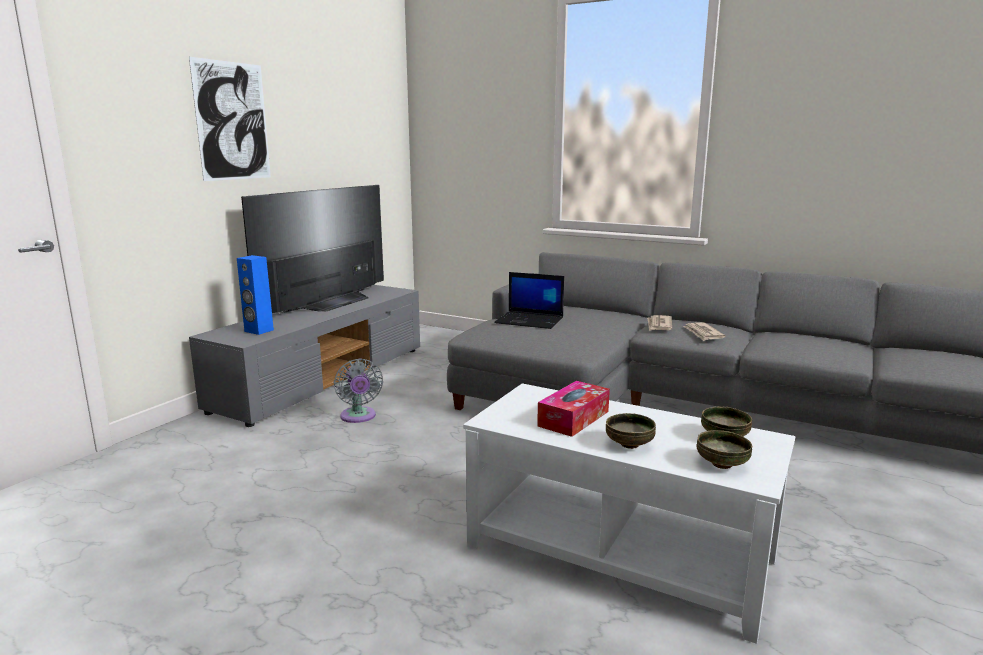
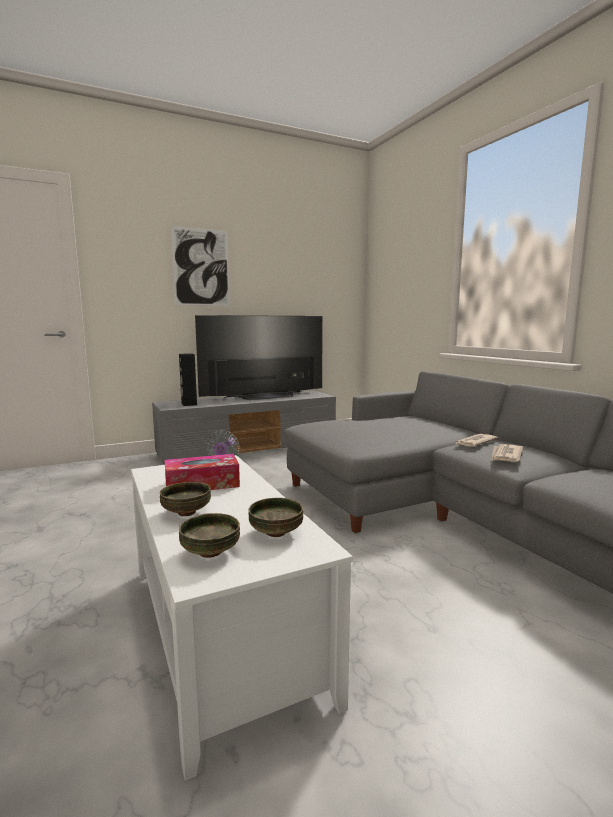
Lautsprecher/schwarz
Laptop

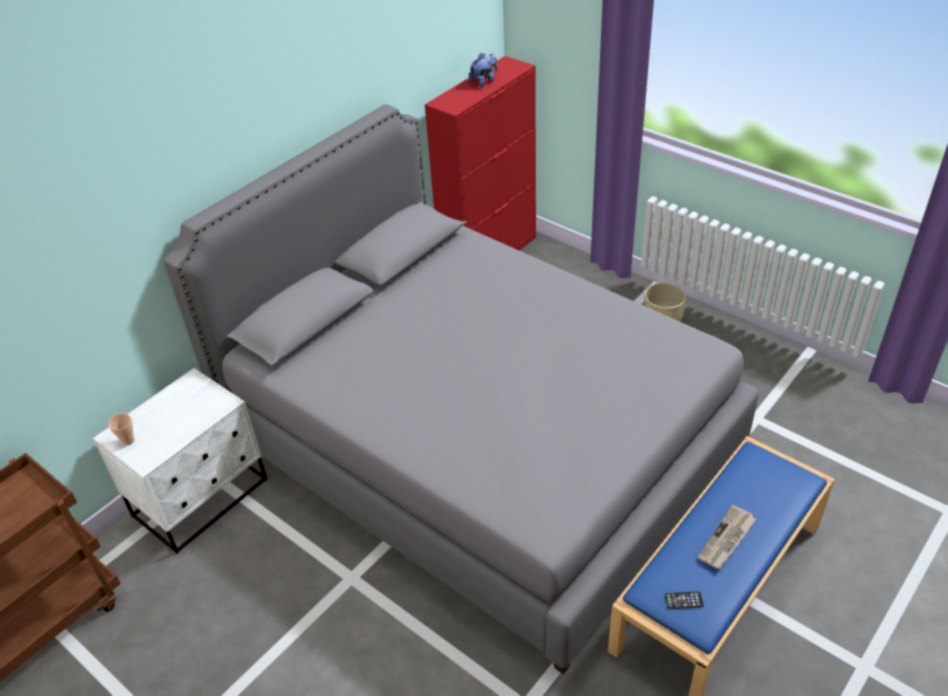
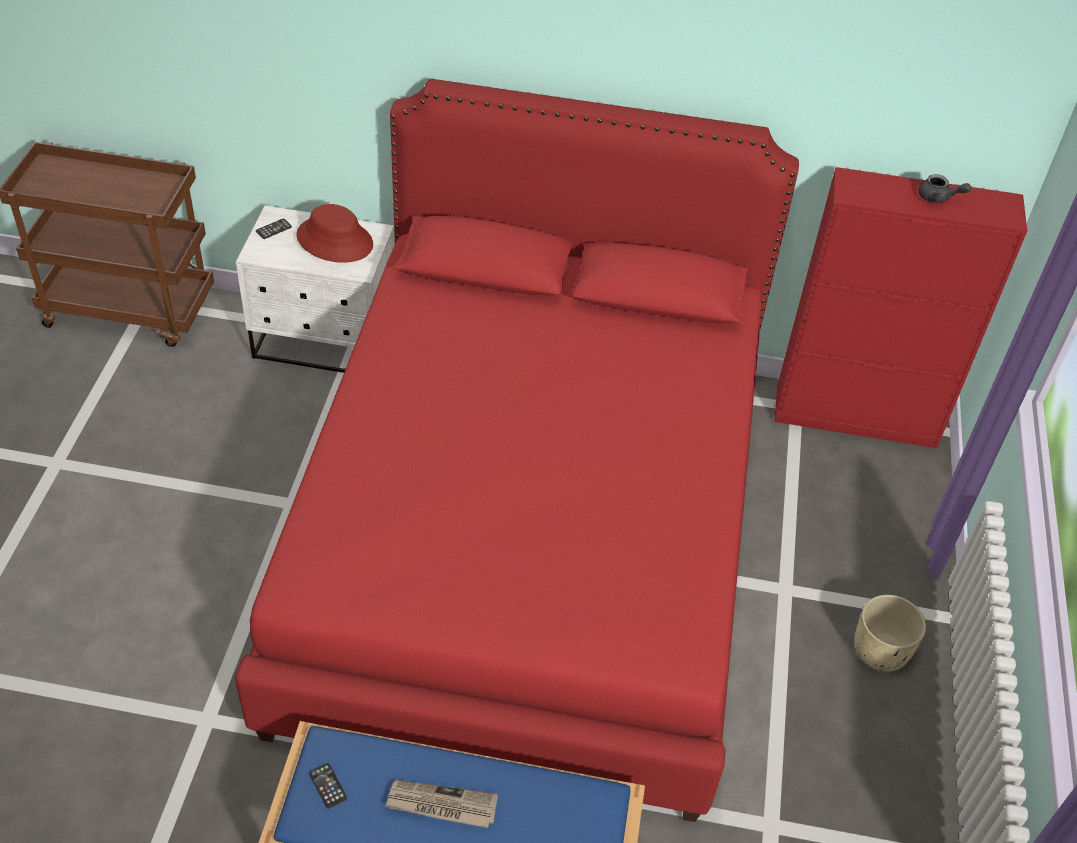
Teekanne/grau
Bett/rot
Handy (no. 1 from left)
Hut/rot

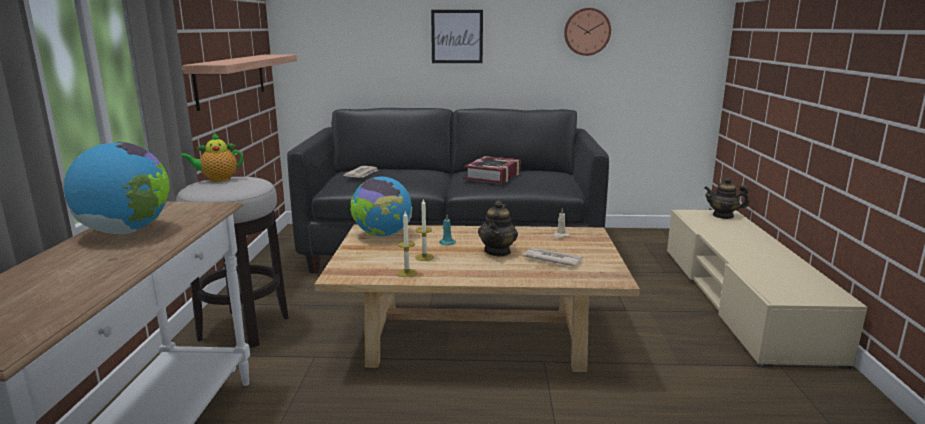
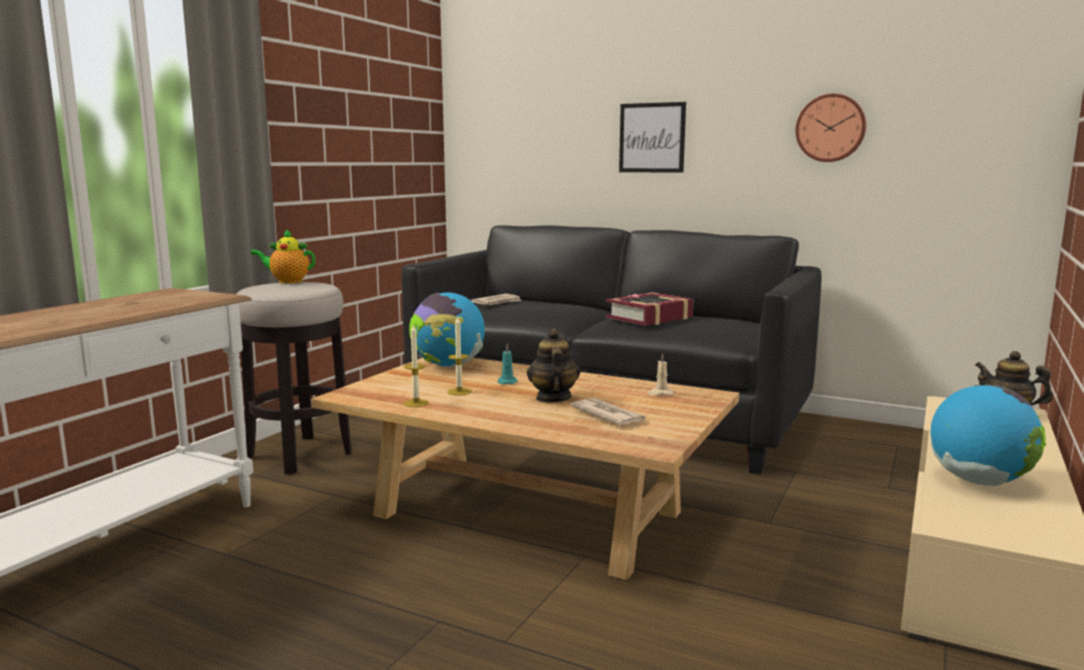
Wandregal
Globus (no. 2 from left)
Teekanne (no. 2 from left)

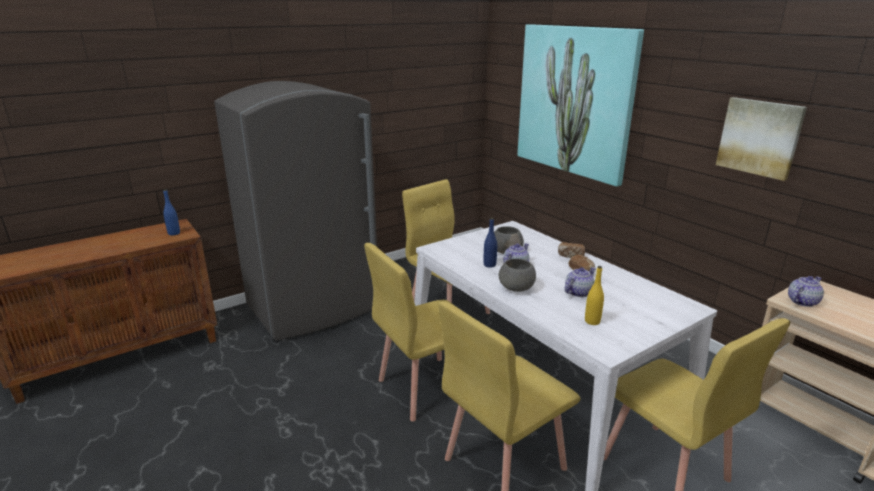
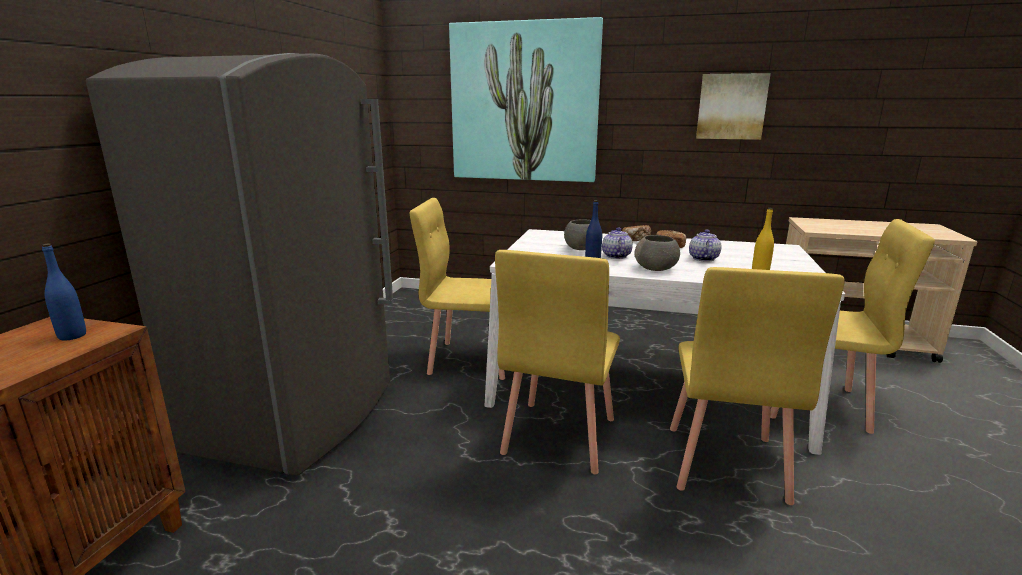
Teekanne (no. 3 from left in the first image)

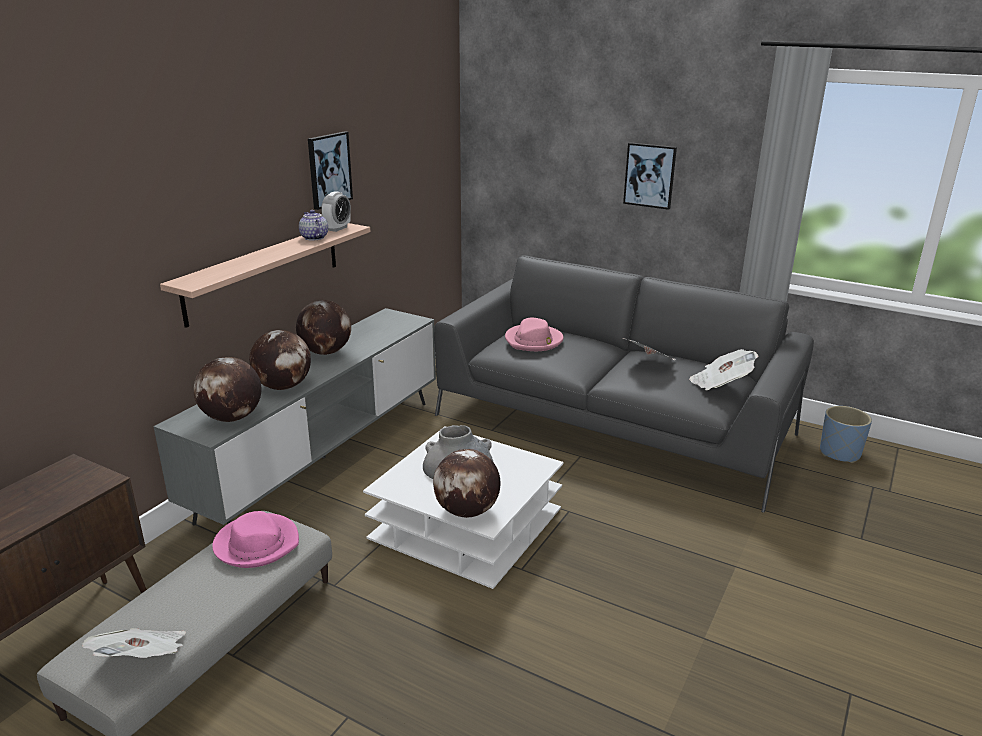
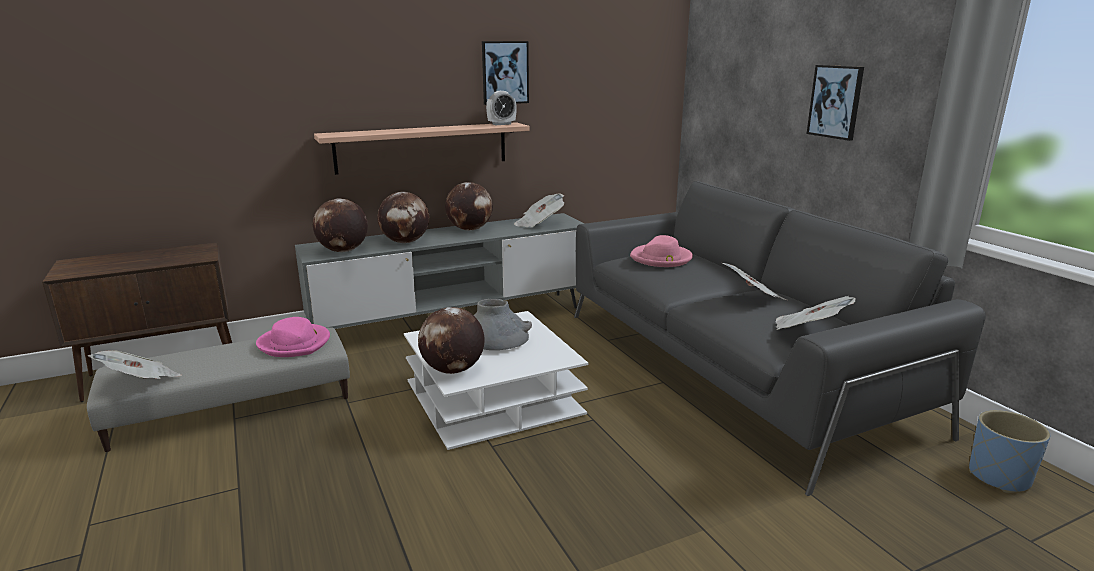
Teekanne
Zeitung (no. 2 from left)

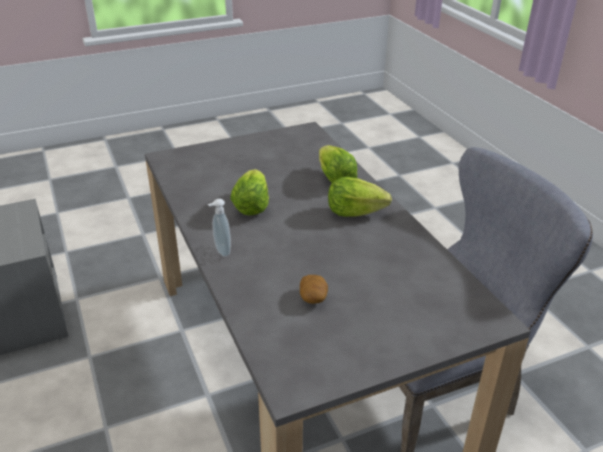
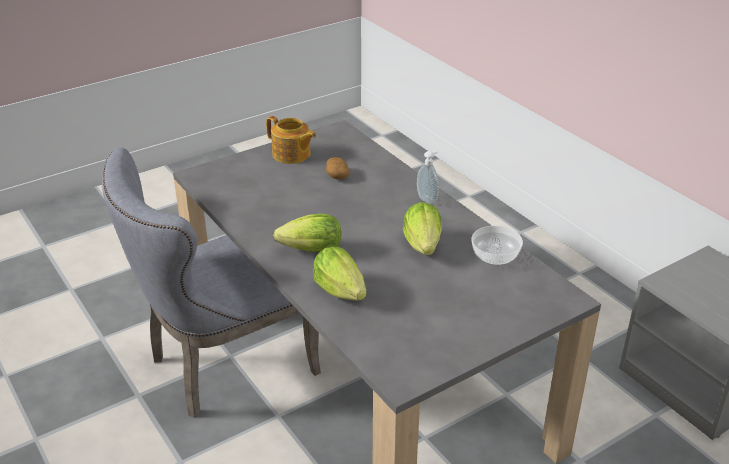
Teekanne
Schüssel

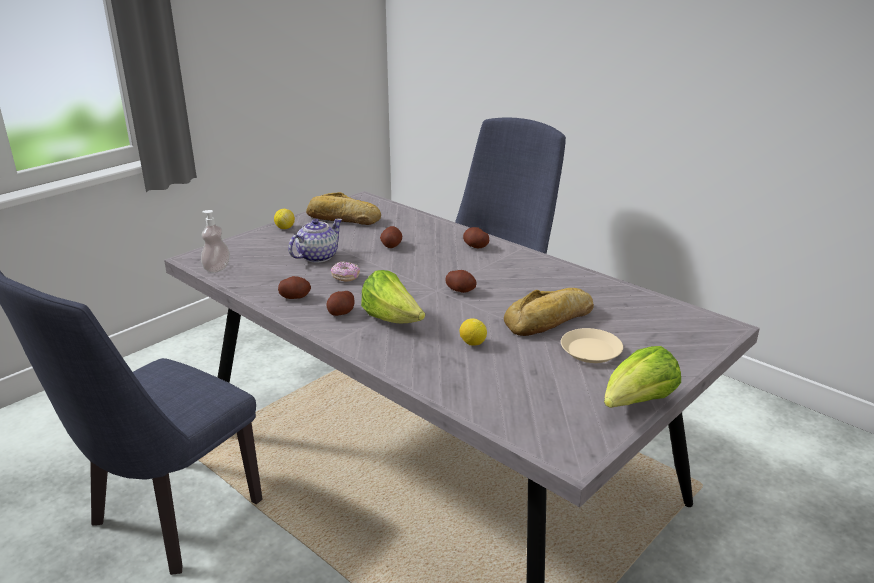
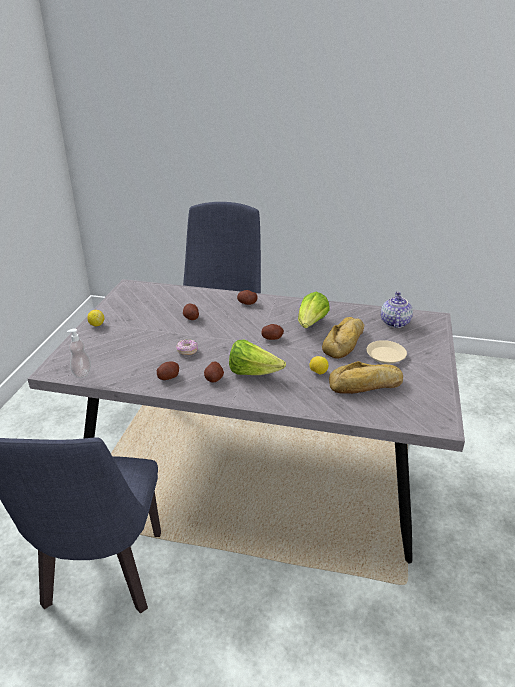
Brot (no. 2 from left)
Teekanne
Salatkopf (no. 2 from left)

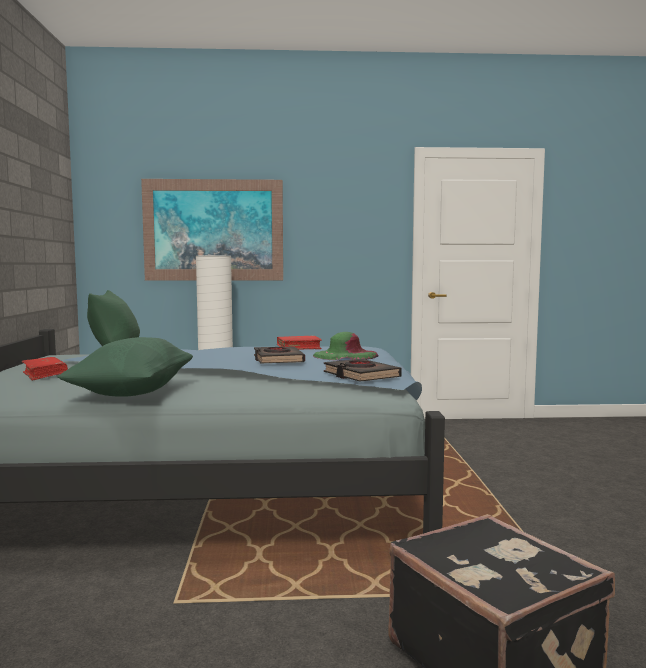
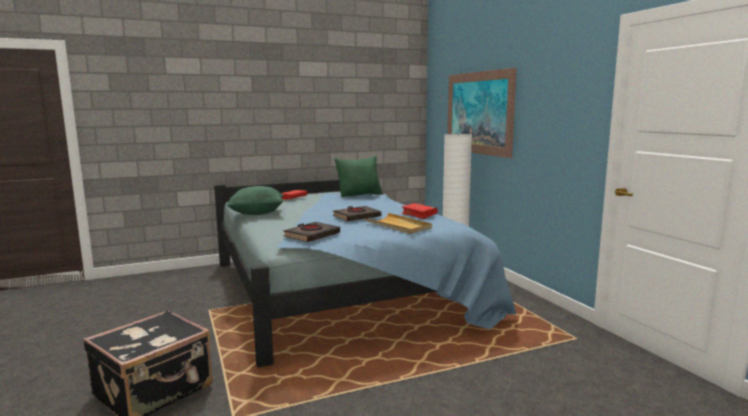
Tablett/beige

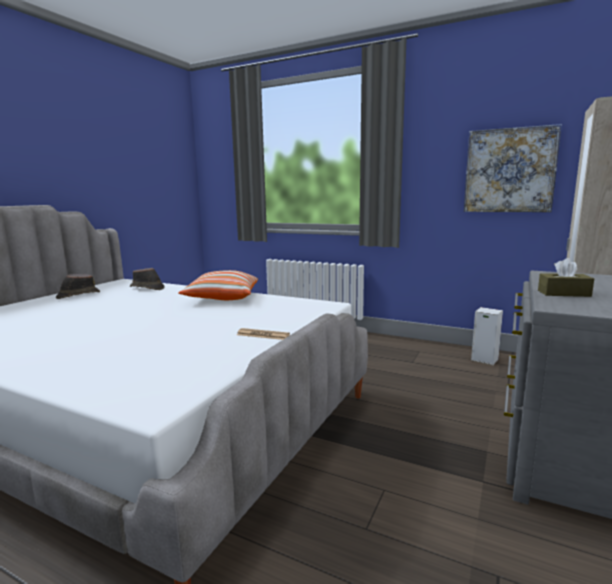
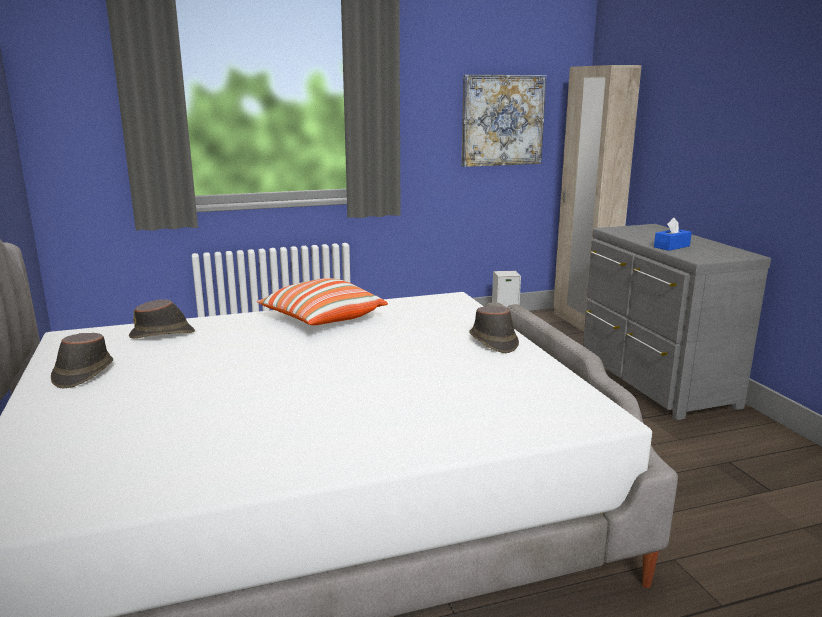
Taschentuchbox/blau
Hut/braun (no. 3 from left)

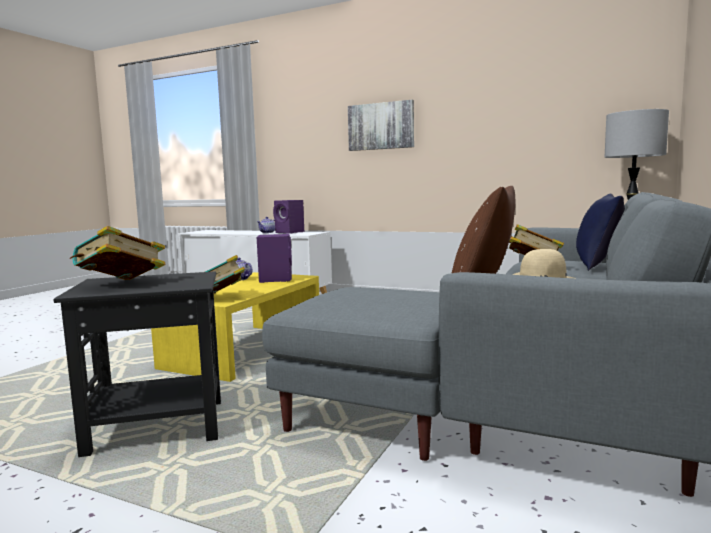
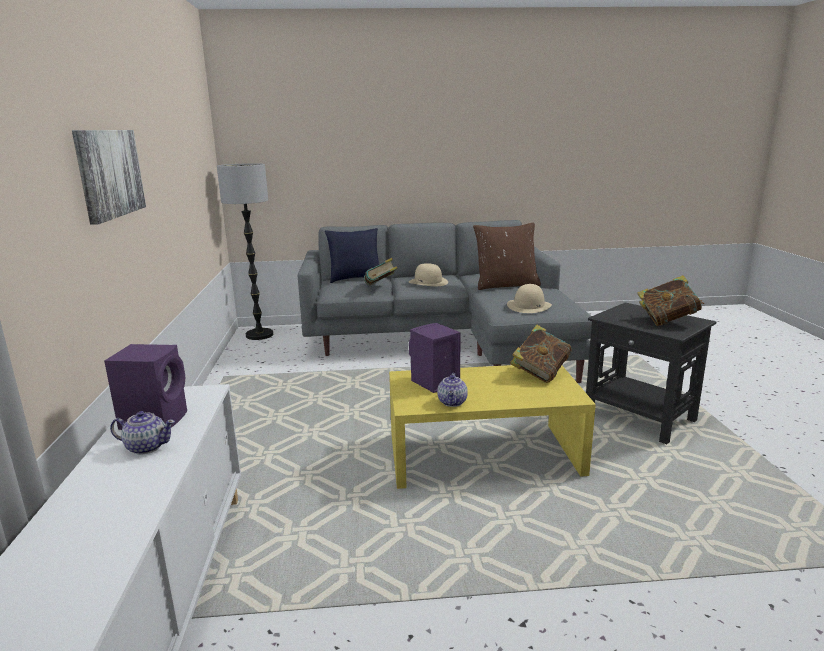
Hut/beige (no. 2 from left)

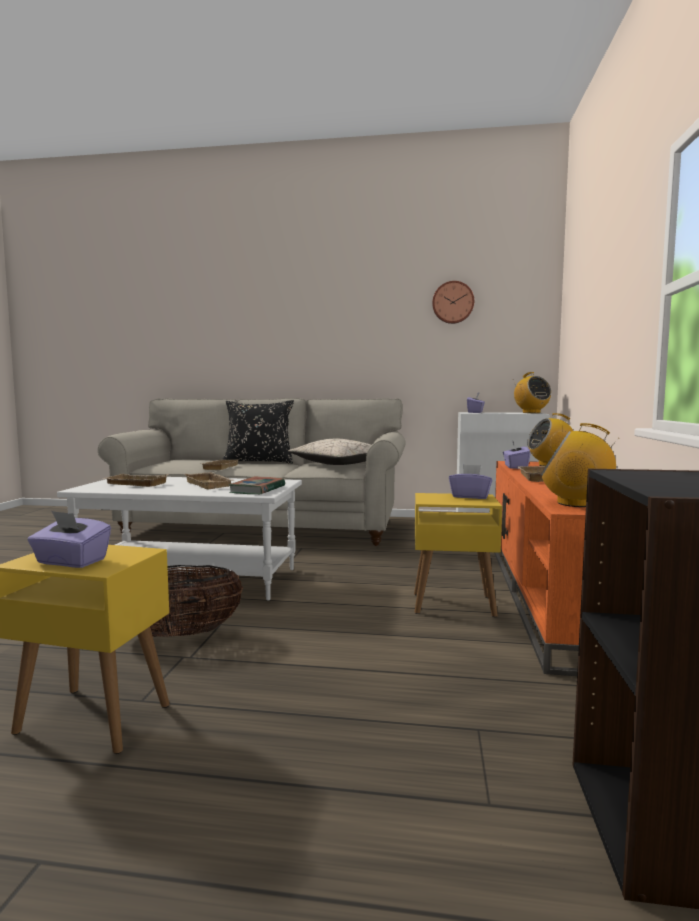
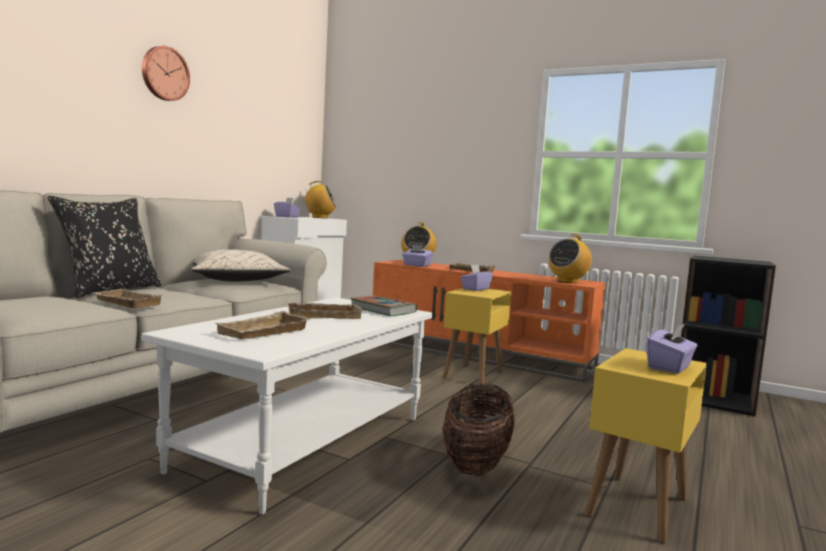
Wanduhr

